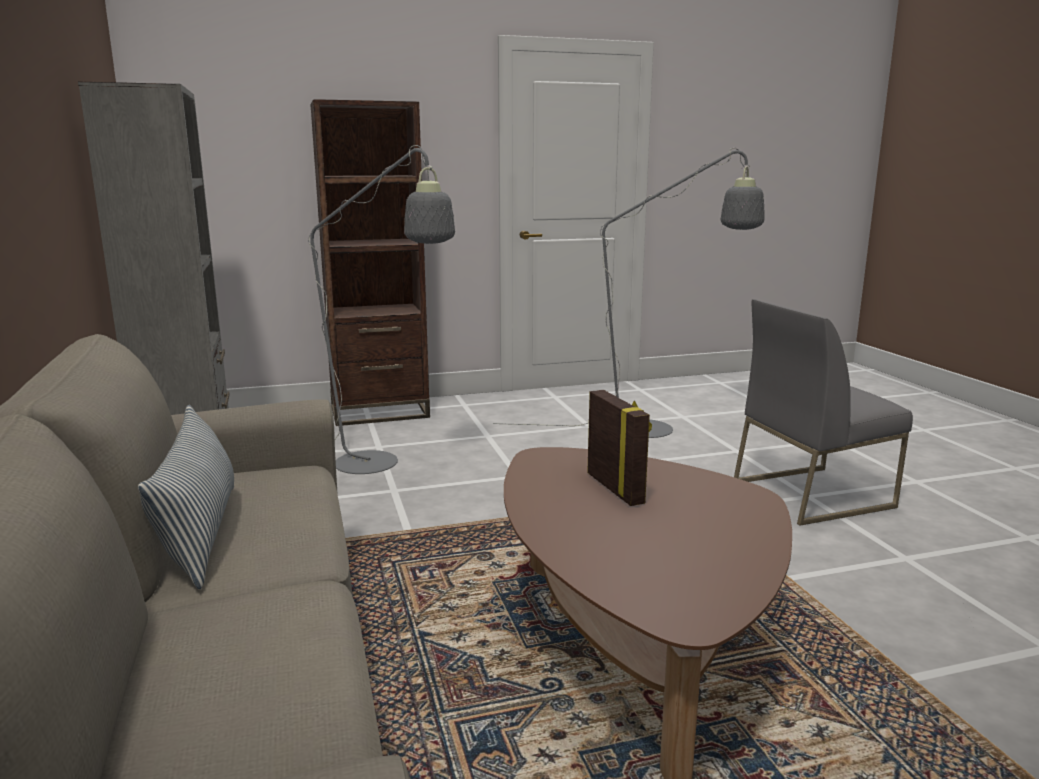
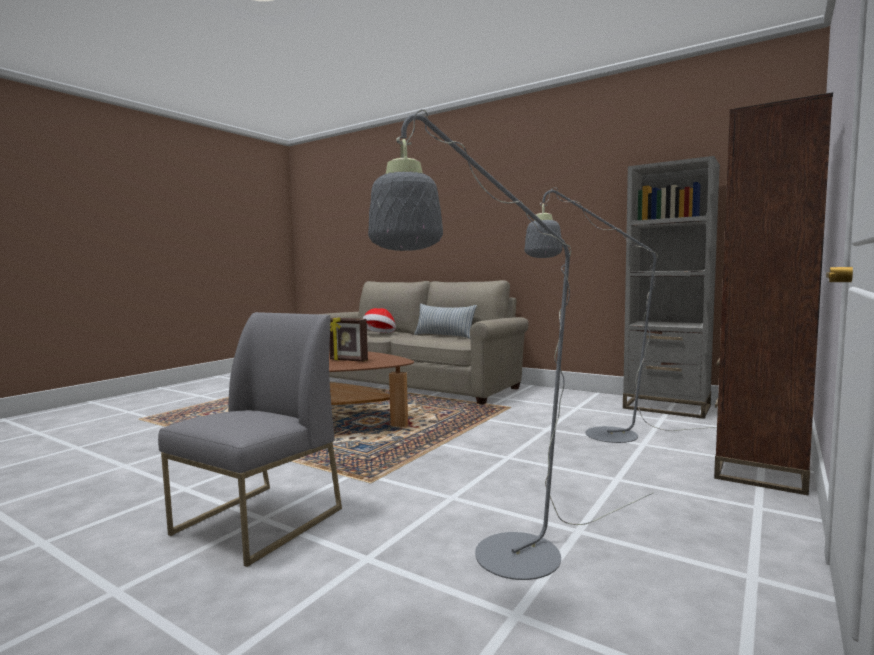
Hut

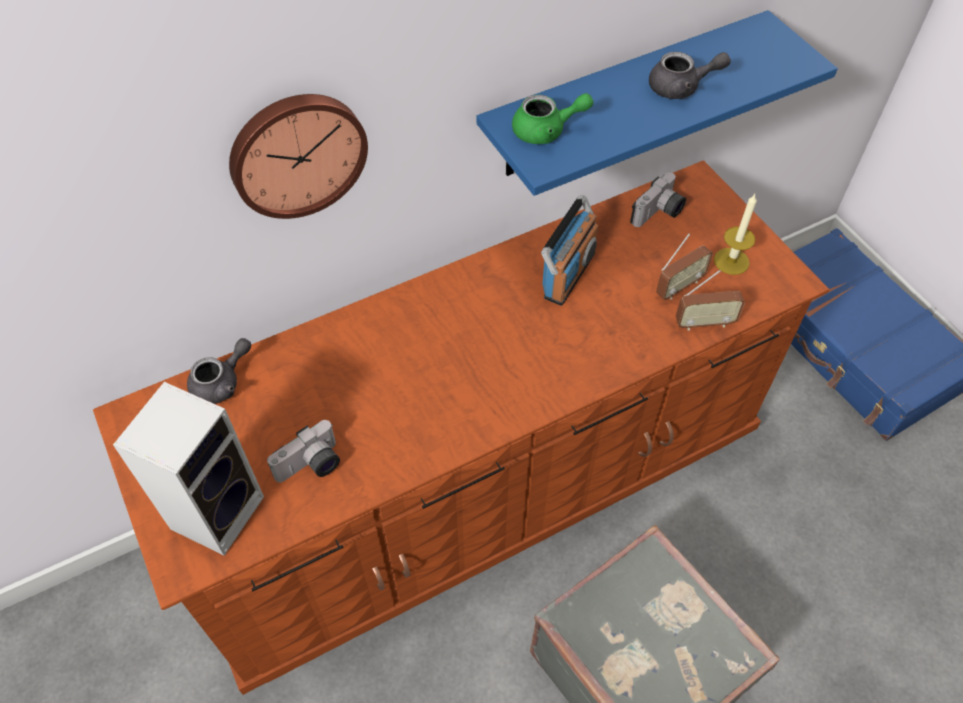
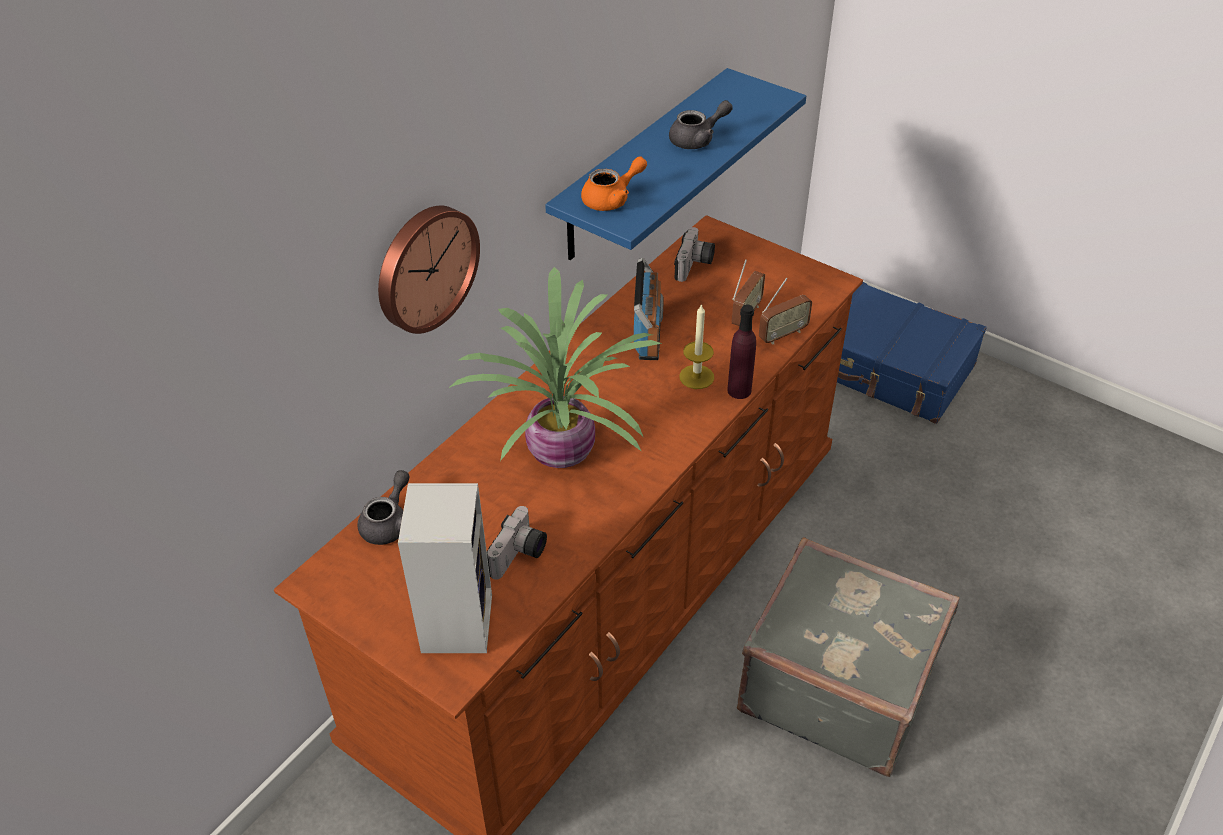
Teekanne/orange
Kerze
Topfpflanze
Flasche/lila

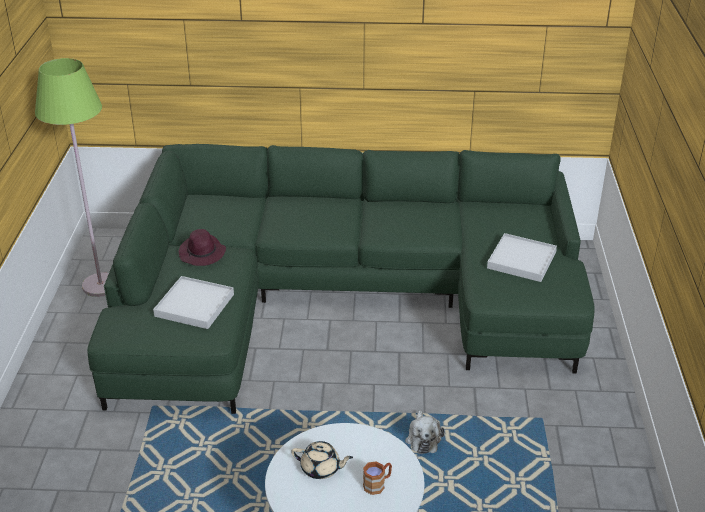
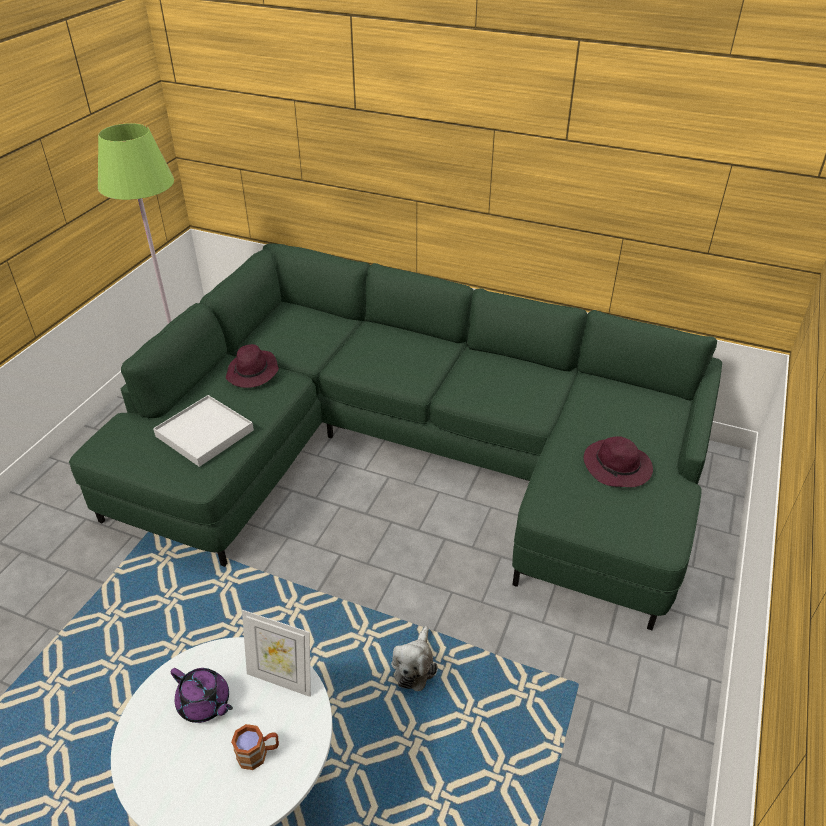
Hut/lila (no. 2 from left)
Teekanne/lila
Bilderrahmen

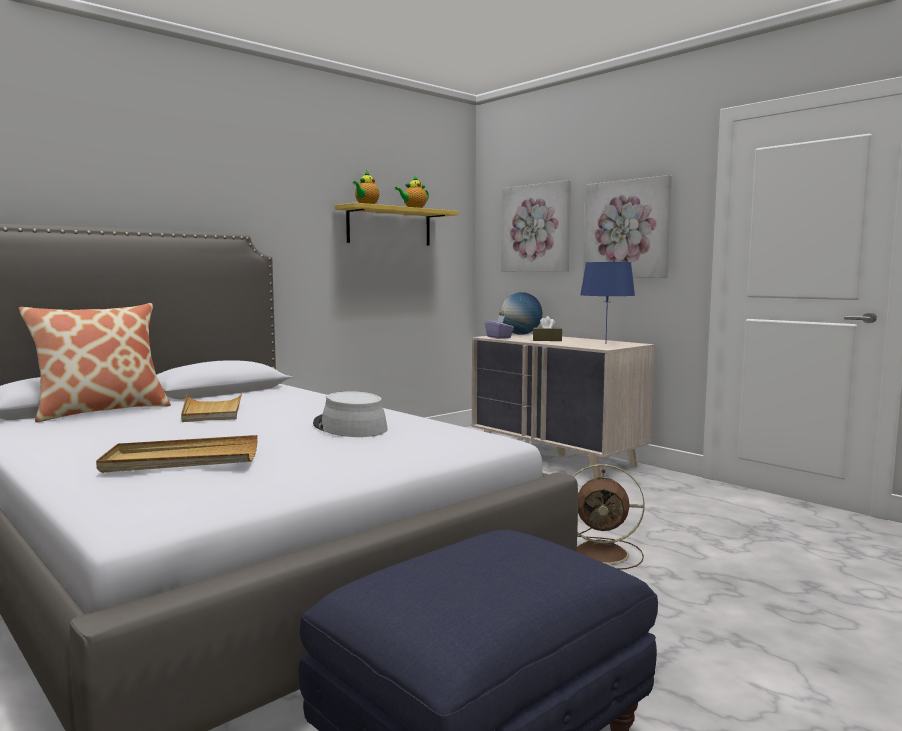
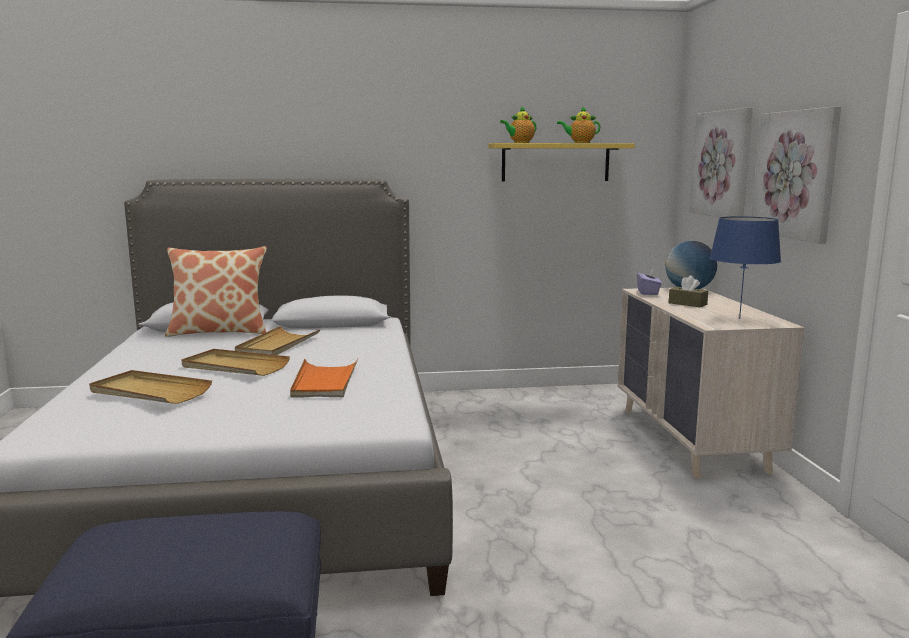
Tablett/orange
Ventilator/braun
Tablett/beige (no. 2 from left)

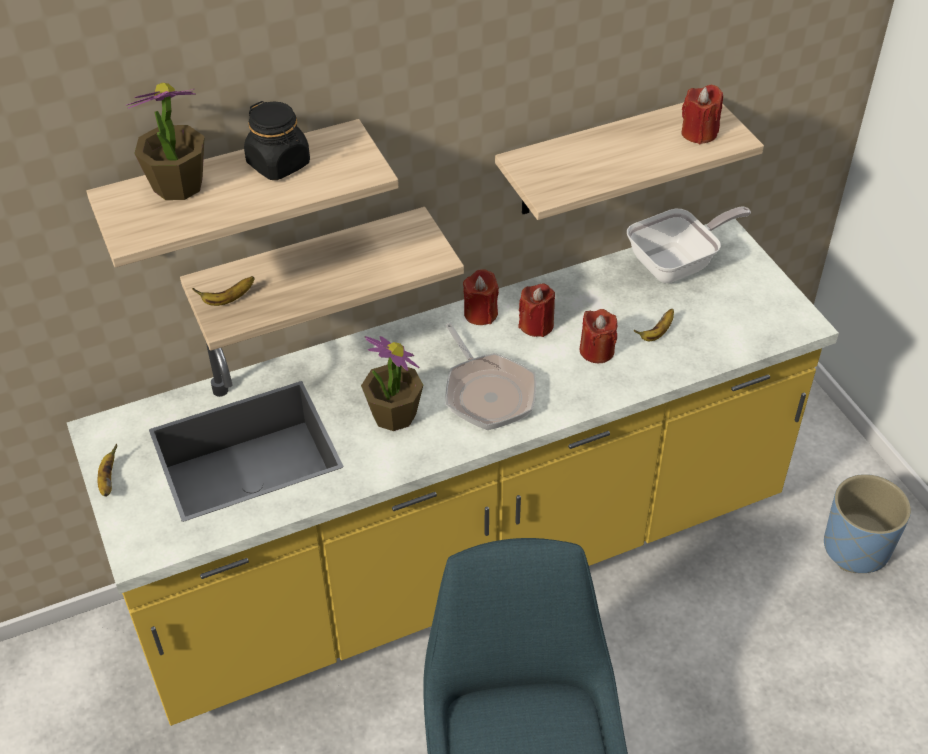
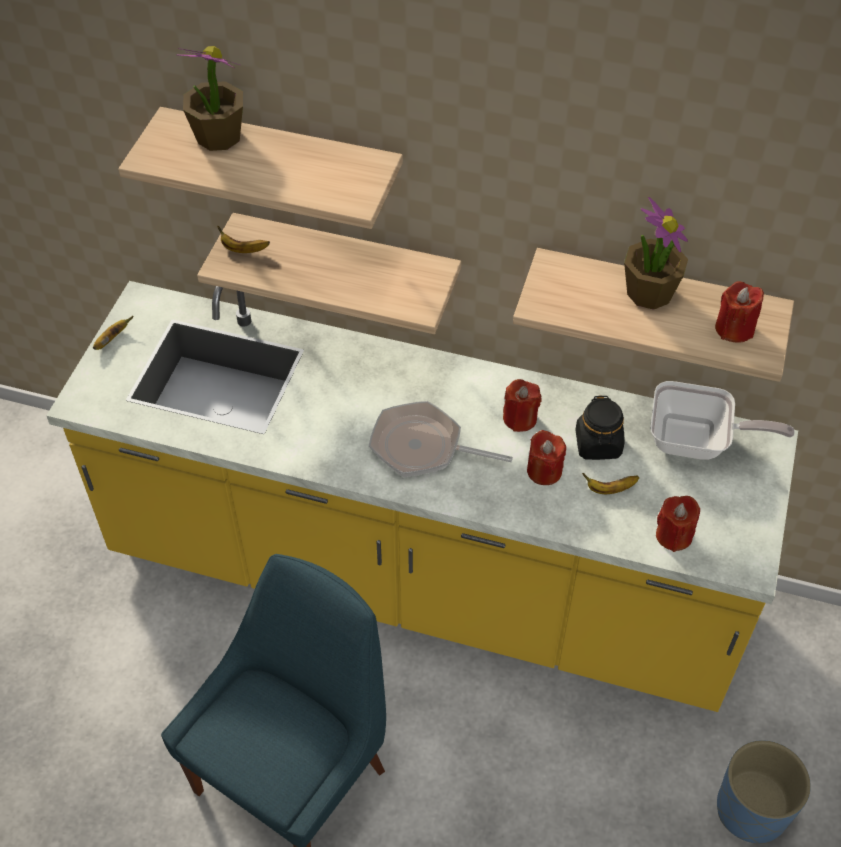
Vorratsglas/schwarz
Kerze/rot (no. 3 from left)
Pfanne (no. 1 from left)
Topfpflanze (no. 2 from left)

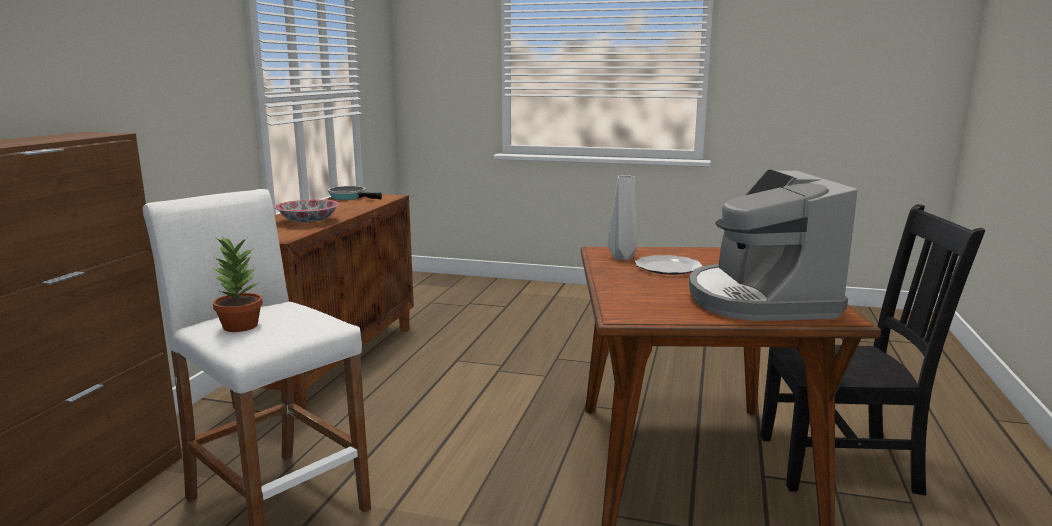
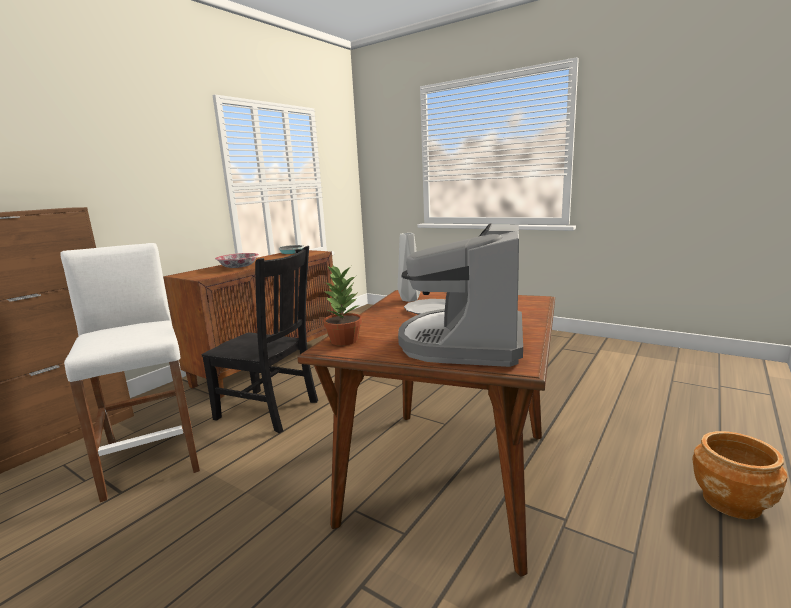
Stuhl/schwarz
Topfpflanze
Pflanzkübel/braun

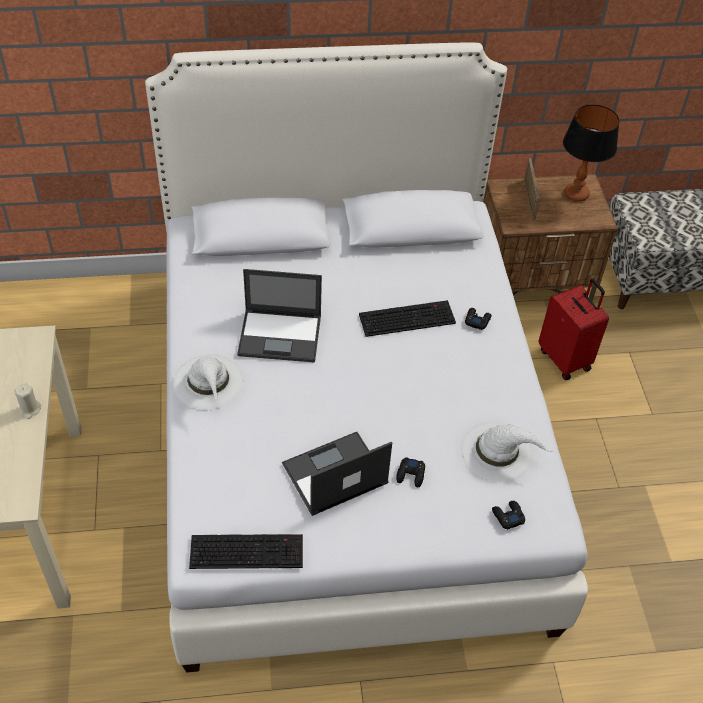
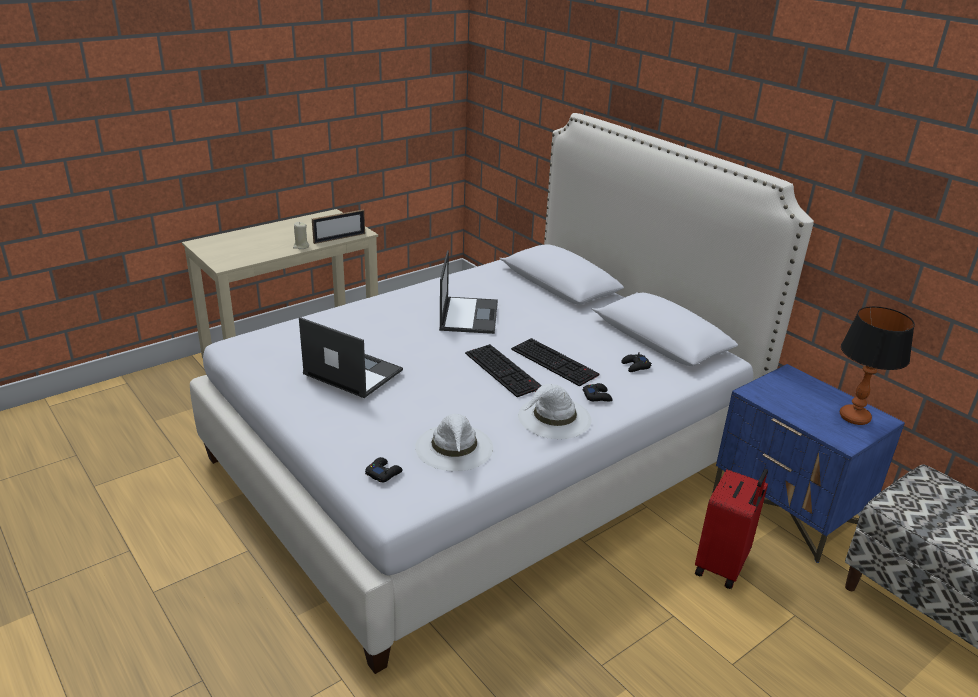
Bilderrahmen
Nachttisch/blau
Laptop (no. 2 from left)
Hut/weiß (no. 2 from left)
Gamepad/schwarz (no. 3 from left)
Tastatur (no. 1 from left)

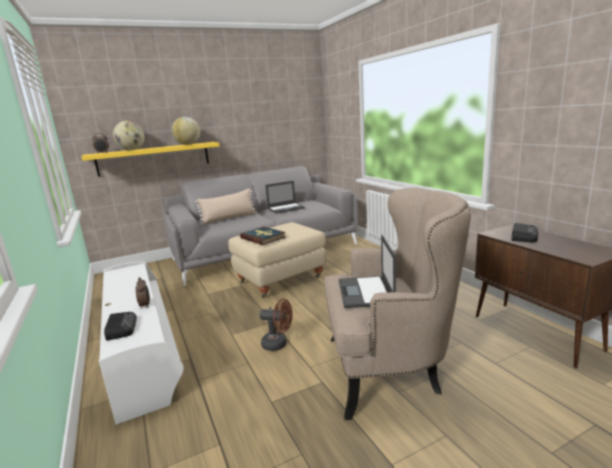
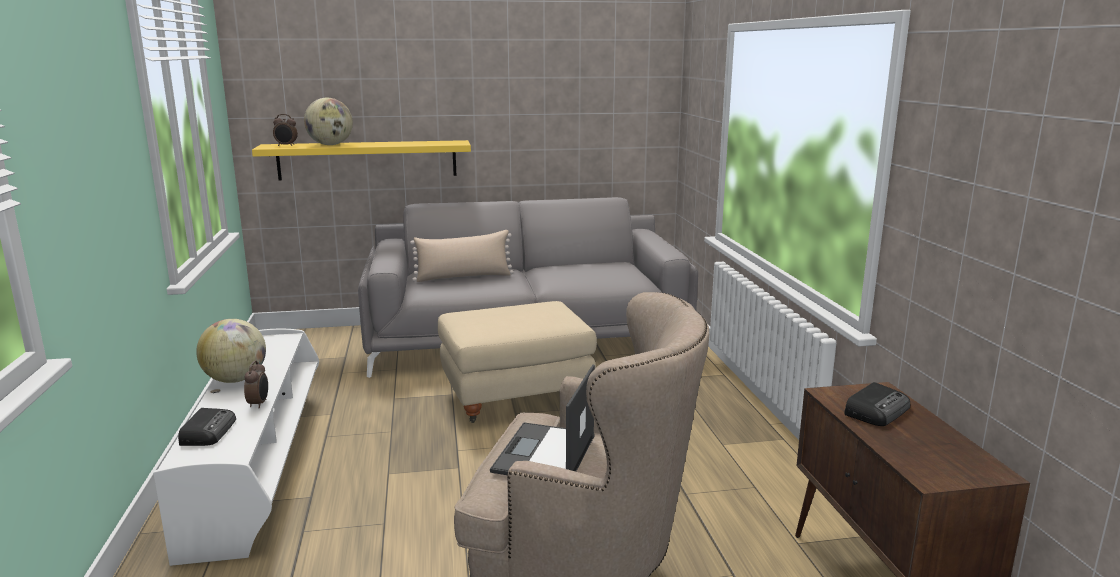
Globus (no. 1 from left)
Laptop (no. 1 from left in the first image)
Buch
Ventilator/braun

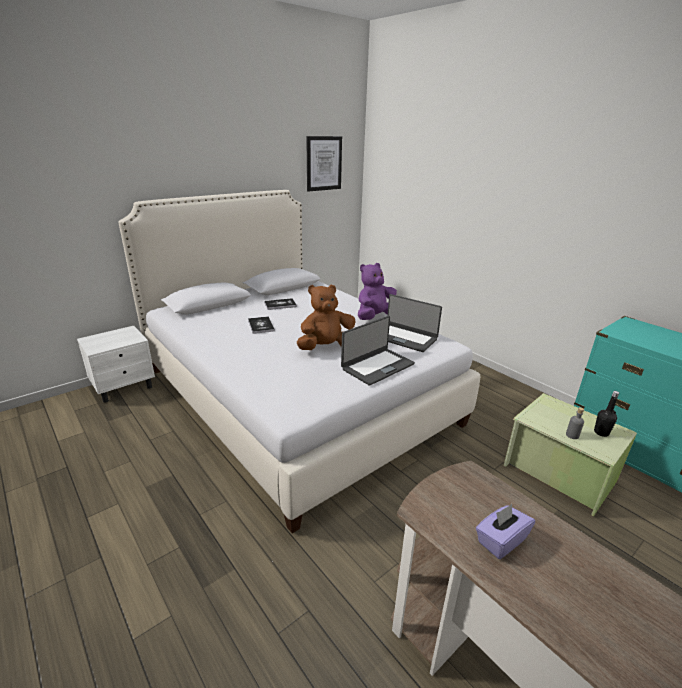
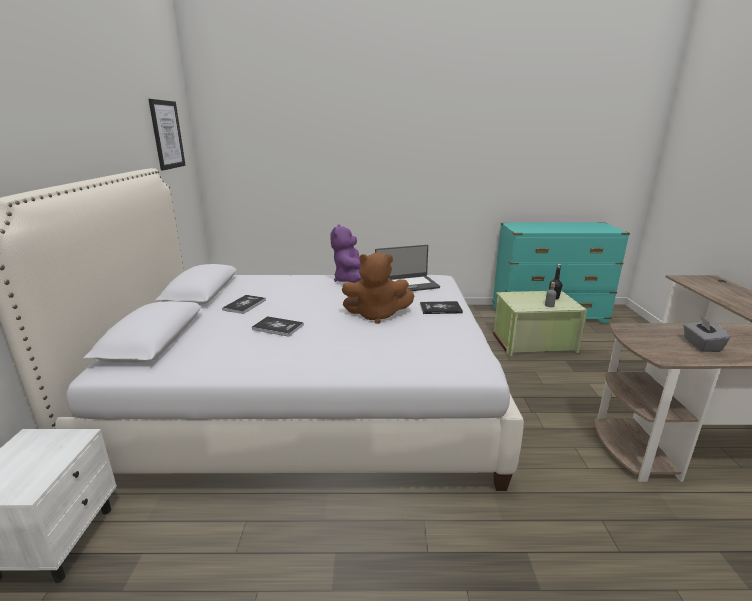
Plüschtier/braun
Buch (no. 3 from left)
Taschentuchbox/grau

